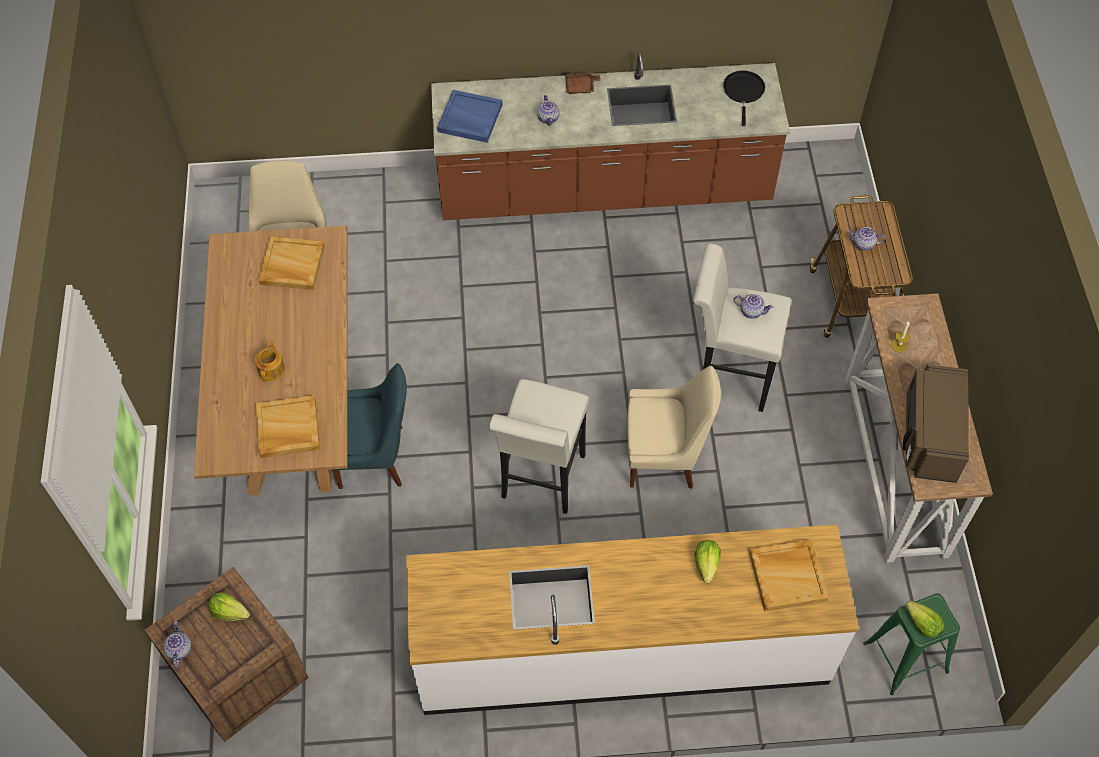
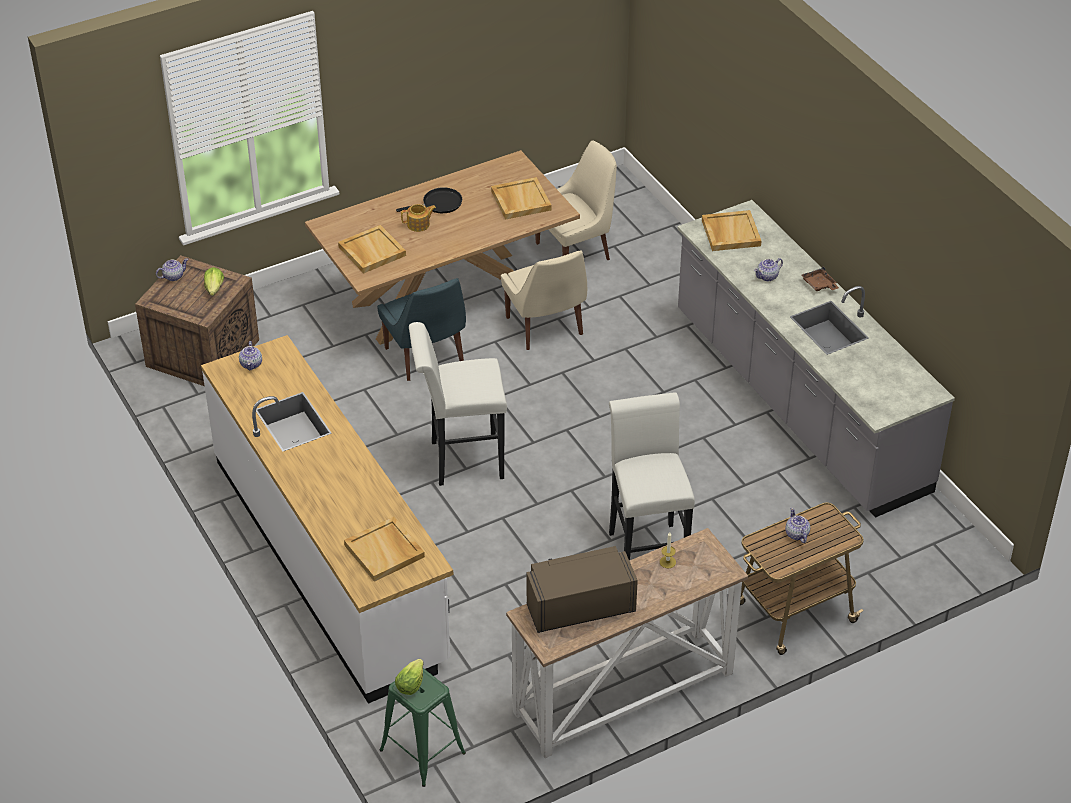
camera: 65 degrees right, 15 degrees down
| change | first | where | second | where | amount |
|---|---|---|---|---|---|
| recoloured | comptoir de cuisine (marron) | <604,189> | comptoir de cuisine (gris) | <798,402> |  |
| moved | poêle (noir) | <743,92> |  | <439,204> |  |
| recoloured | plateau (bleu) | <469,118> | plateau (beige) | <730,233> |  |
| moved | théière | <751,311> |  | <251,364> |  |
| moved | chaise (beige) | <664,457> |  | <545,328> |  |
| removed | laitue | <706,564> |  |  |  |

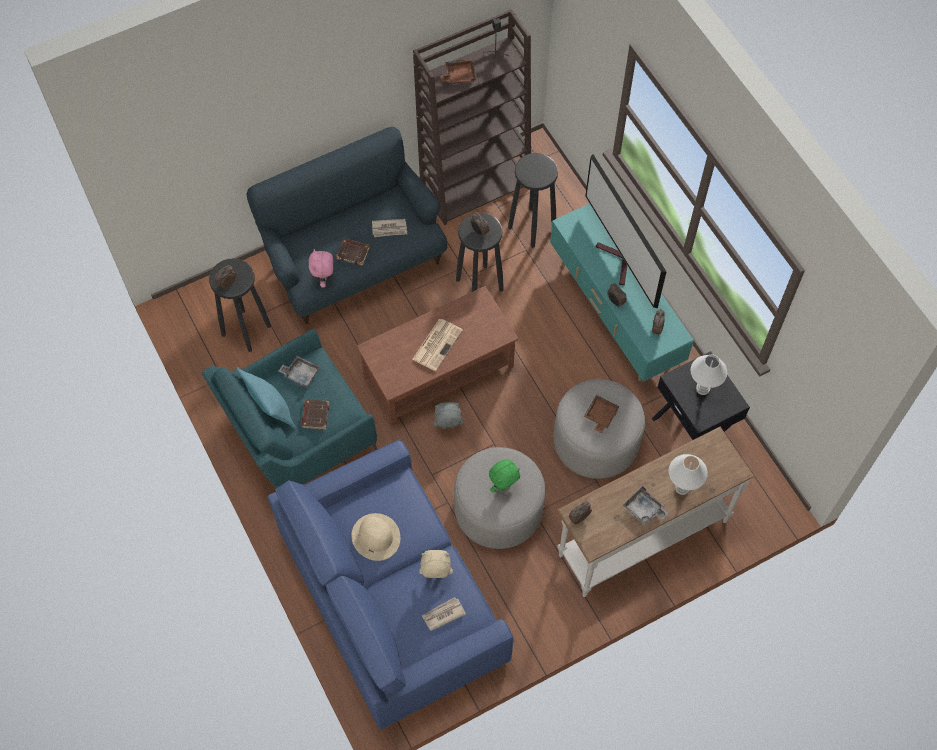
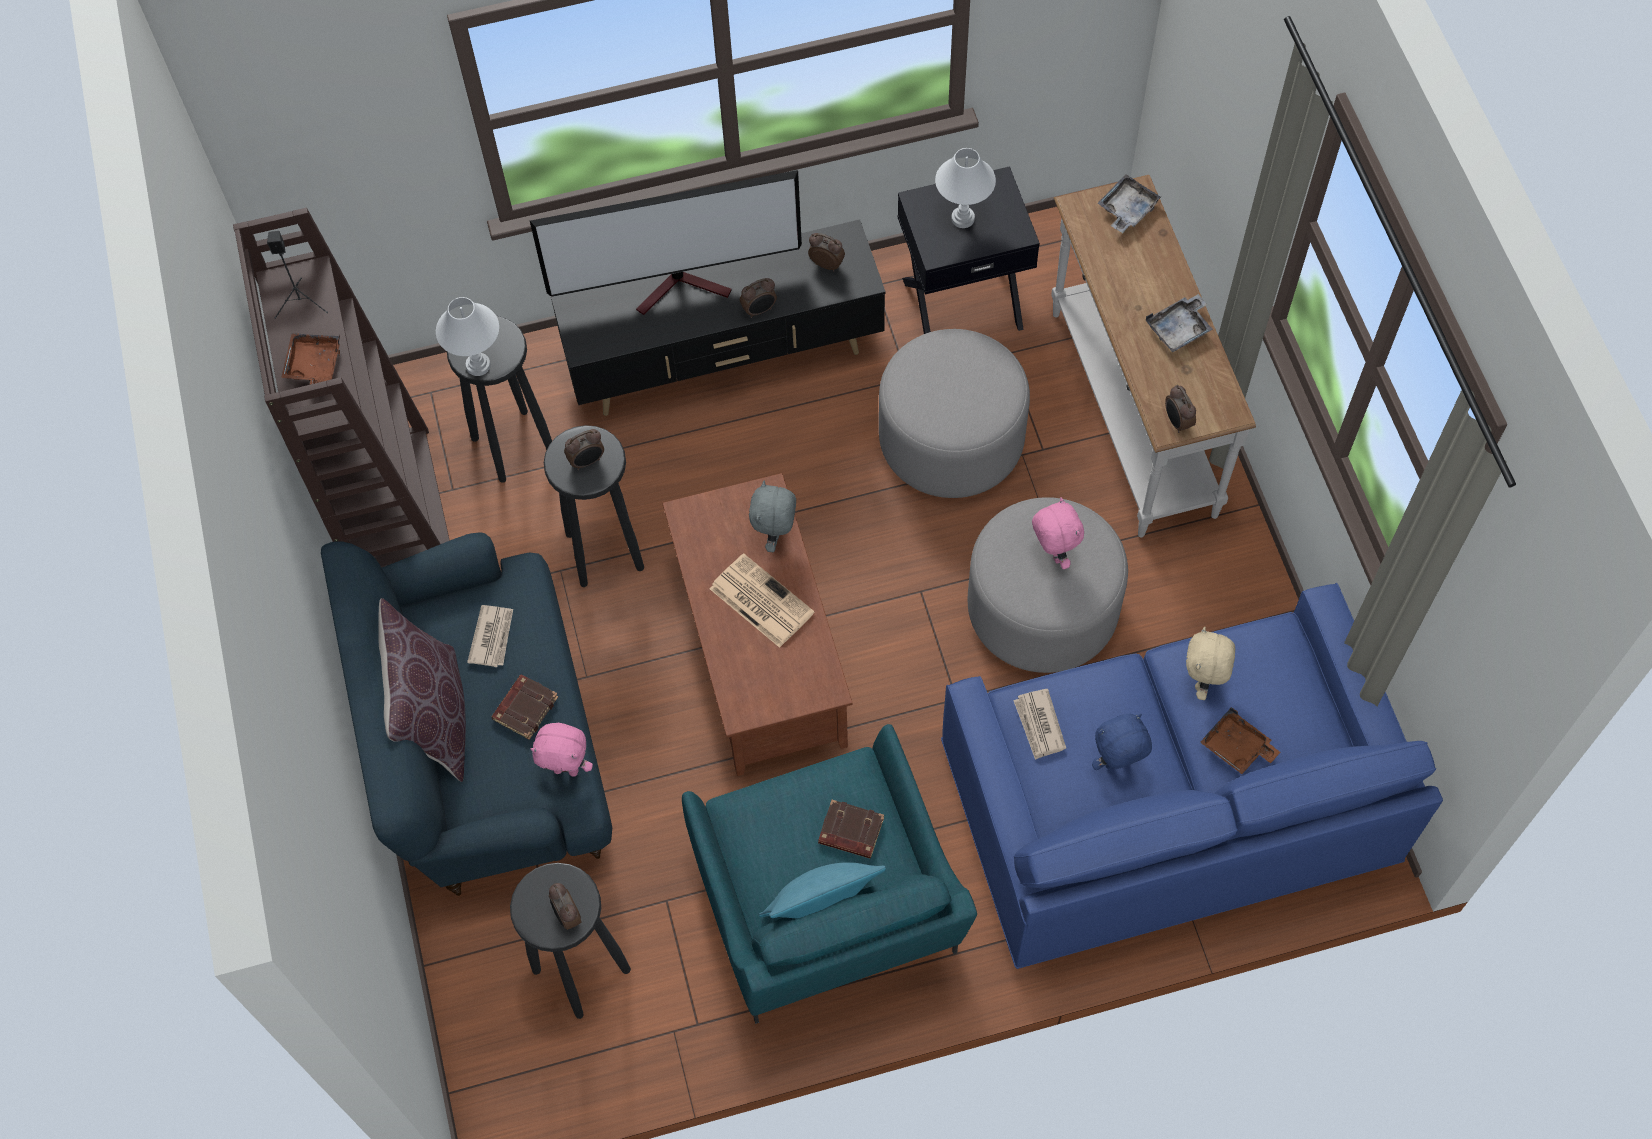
camera: 75 degrees left, 0 degrees up
| change | first | where | second | where | amount |
|---|---|---|---|---|---|
| recoloured | meuble télé (turquoise) | <614,315> | meuble télé (noir) | <726,361> |  |
| moved | plateau (gris) | <301,374> |  | <1127,209> |  |
| moved | plateau (marron) | <600,416> |  | <1236,747> |  |
| moved | peluche (gris) | <448,427> |  | <775,536> |  |
| moved | lampe de table (blanc) | <682,488> |  | <478,366> |  |
| recoloured | peluche (vert) | <503,486> | peluche (rose) | <1053,553> |  |
| replaced | chapeau (beige) | <375,536> | peluche (bleu) | <1117,764> |  |
| moved | journal | <443,614> |  | <1039,725> |  |
| added |  |  | coussin (marron) | <434,717> |  |

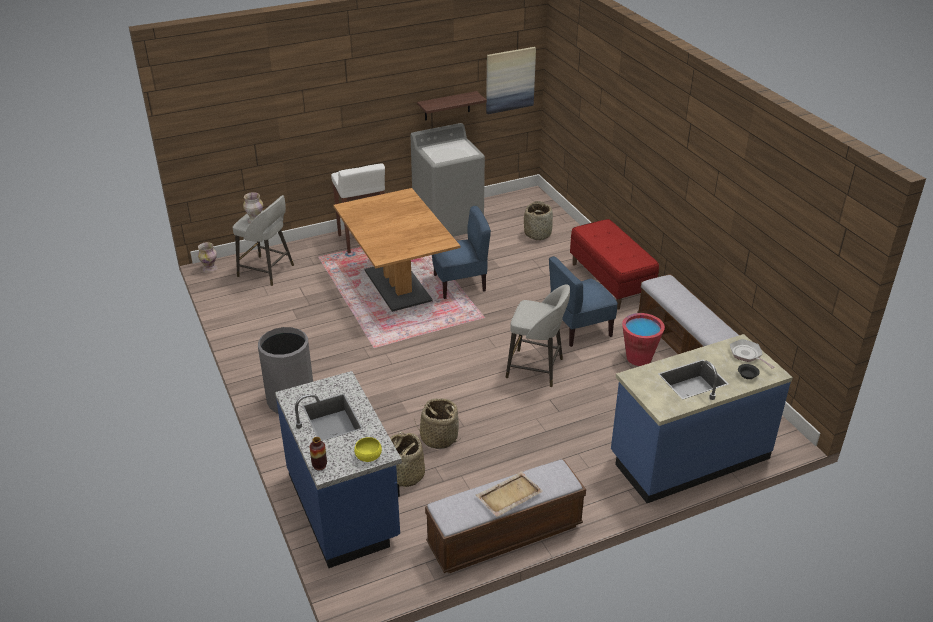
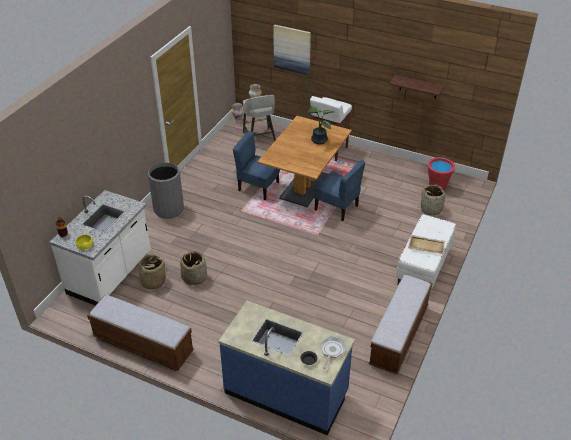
camera: 50 degrees right, 5 degrees up
| change | first | where | second | where | amount |
|---|---|---|---|---|---|
| moved | tableau | <510,80> |  | <292,49> |  |
| removed | lave-linge (gris) | <448,222> |  |  |  |
| recoloured | banc (rouge) | <611,281> | banc (blanc) | <423,267> |  |
| moved | chaise (bleu) | <579,330> |  | <258,187> |  |
| removed | tabouret (gris) | <536,369> |  |  |  |
| moved | seau (rouge) | <638,358> |  | <437,186> |  |
| recoloured | comptoir de cuisine (bleu) | <344,507> | comptoir de cuisine (blanc) | <111,274> |  |
| moved | plateau (beige) | <508,495> |  | <426,245> |  |
| added |  |  | plante en pot | <318,140> |  |

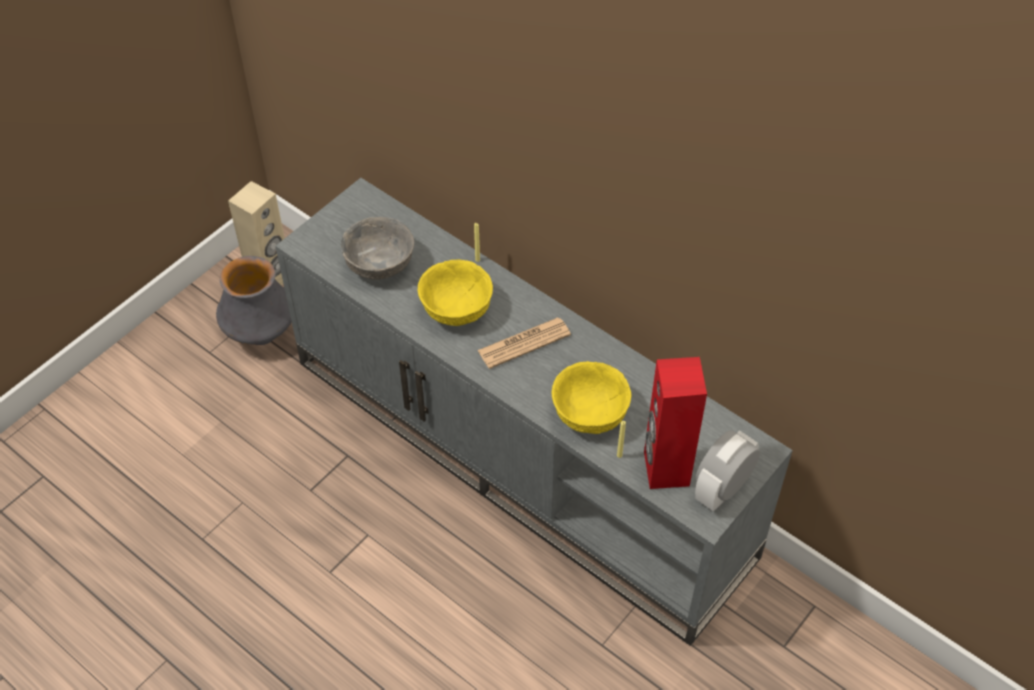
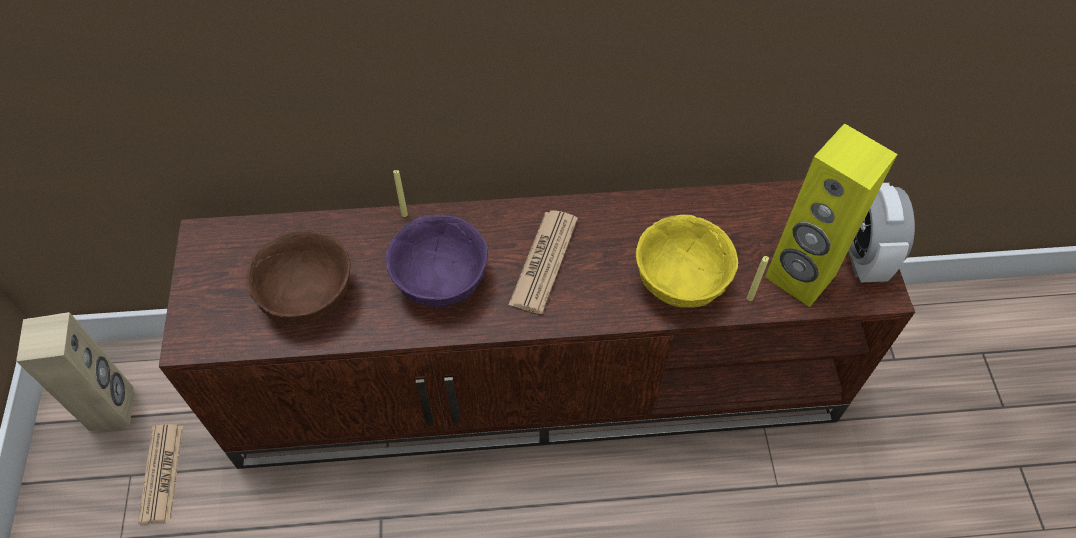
camera: 45 degrees left, 5 degrees up
| change | first | where | second | where | amount |
|---|---|---|---|---|---|
| recoloured | meuble télé (gris) | <523,456> | meuble télé (marron) | <539,378> |  |
| recoloured | bol (gris) | <379,266> | bol (marron) | <307,297> |  |
| replaced | vase | <261,334> | journal | <162,473> |  |
| recoloured | bol (jaune) | <456,309> | bol (violet) | <439,280> |  |
| recoloured | enceinte (rouge) | <665,469> | enceinte (jaune) | <799,277> |  |

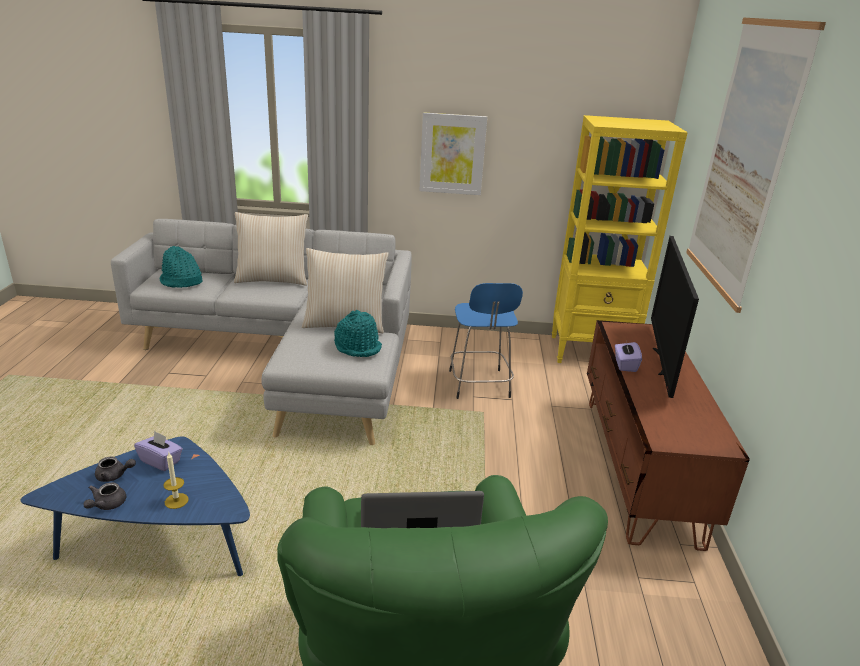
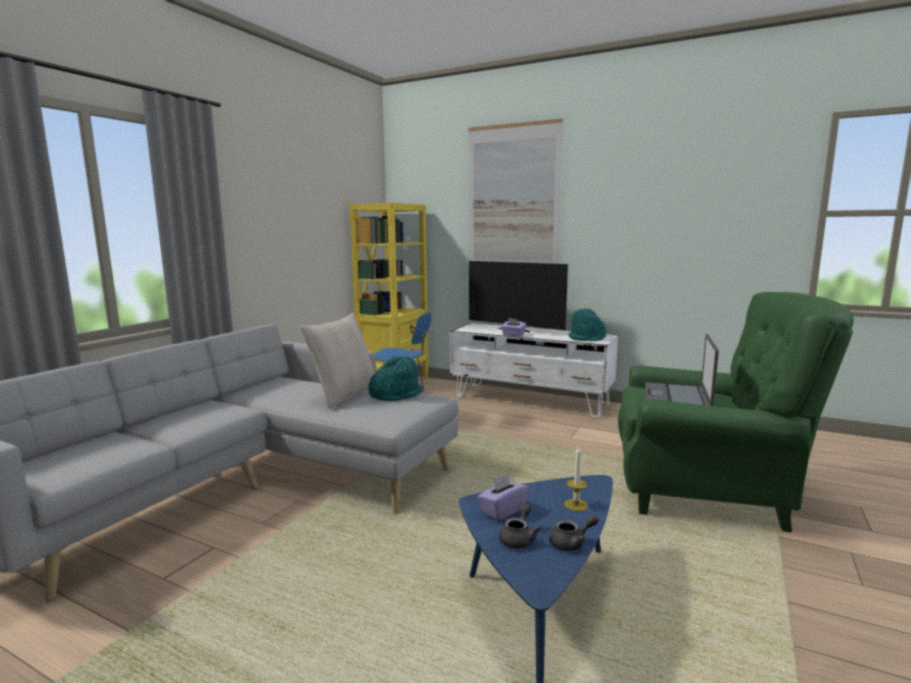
camera: 65 degrees left, 15 degrees down
| change | first | where | second | where | amount |
|---|---|---|---|---|---|
| removed | tableau | <452,154> |  |  |  |
| removed | coussin (beige) | <272,279> |  |  |  |
| moved | chapeau (turquoise) | <181,281> |  | <587,338> |  |
| recoloured | meuble télé (marron) | <638,466> | meuble télé (blanc) | <530,400> |  |
| turned | théière (gris) | <106,505> |  | <572,543> | 60 degrees counterclockwise |

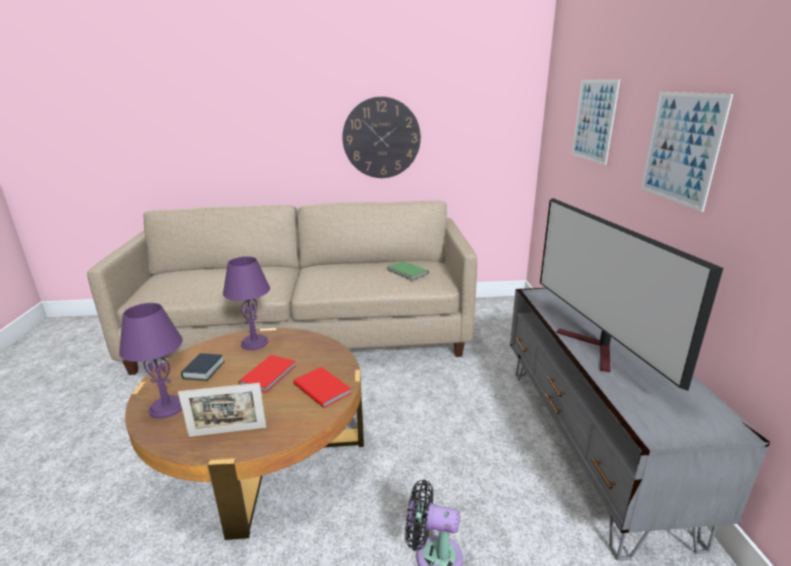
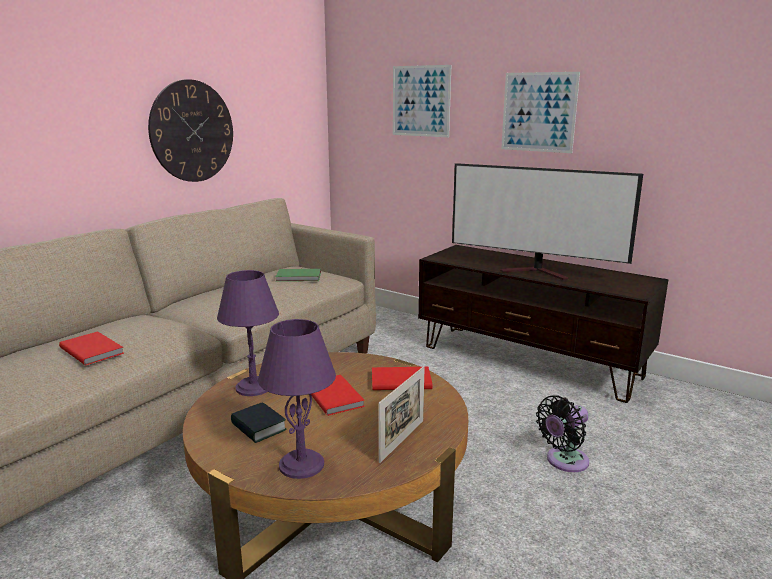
camera: 50 degrees left, 5 degrees down
| change | first | where | second | where | amount |
|---|---|---|---|---|---|
| recoloured | meuble télé (gris) | <588,444> | meuble télé (marron) | <529,361> |  |
| added |  |  | livre (rouge) | <93,350> |  |

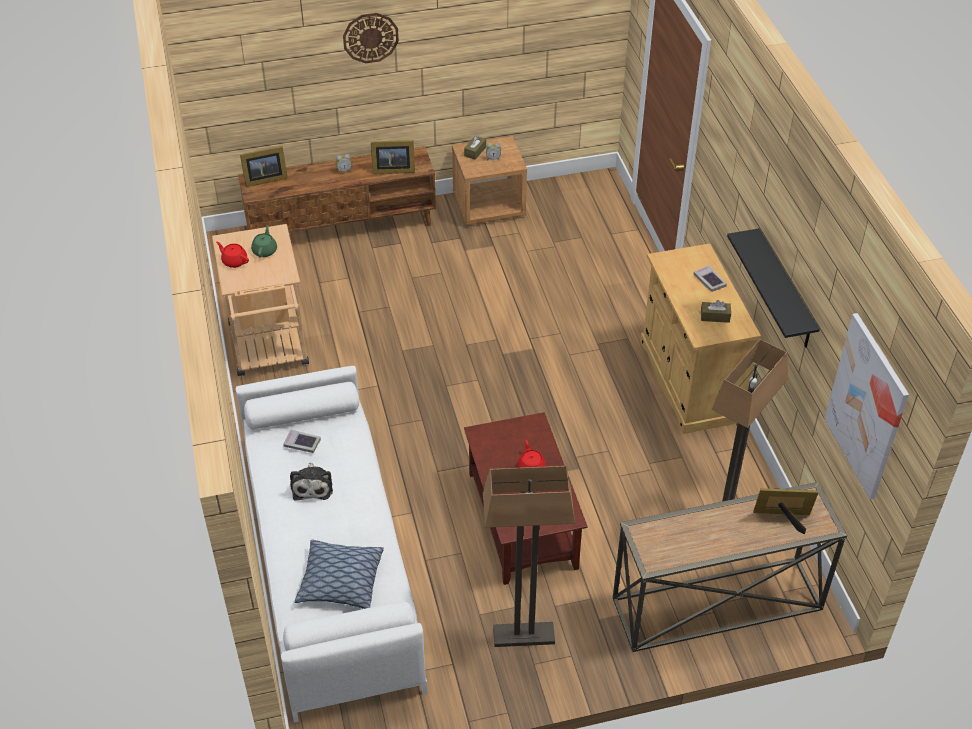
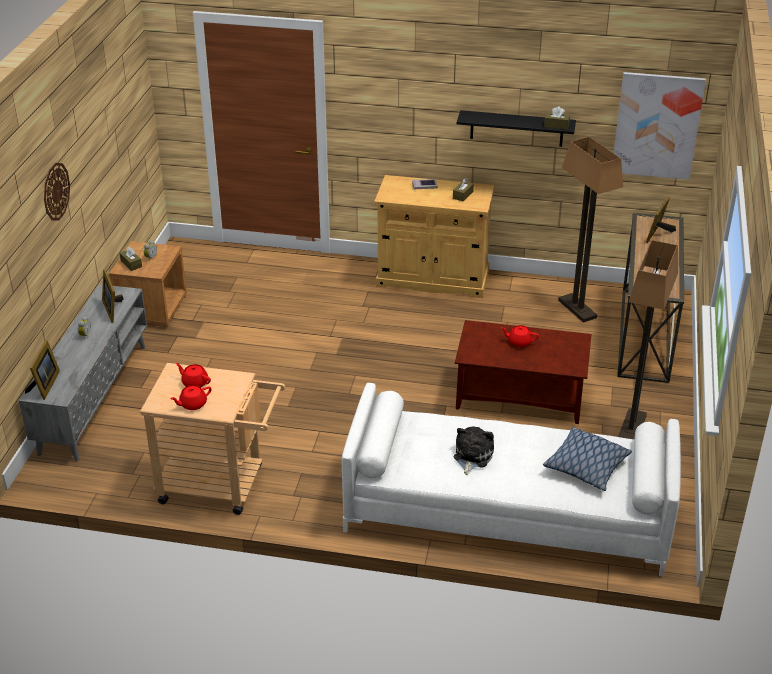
camera: 65 degrees left, 10 degrees down
| change | first | where | second | where | amount |
|---|---|---|---|---|---|
| turned | cadre photo | <392,169> |  | <113,309> | 135 degrees clockwise |
| recoloured | meuble télé (marron) | <342,226> | meuble télé (gris) | <94,397> |  |
| recoloured | théière (vert) | <265,250> | théière (rouge) | <194,383> |  |
| removed | livre | <302,443> |  |  |  |
| turned | peluche | <312,485> |  | <472,456> | 90 degrees counterclockwise |
| added |  |  | boîte à mouchoirs (marron) | <556,125> |  |

